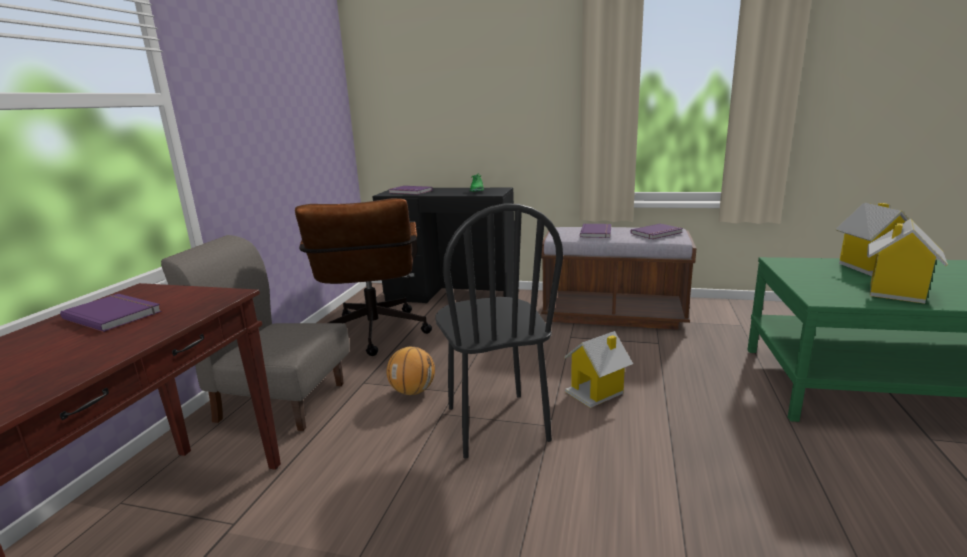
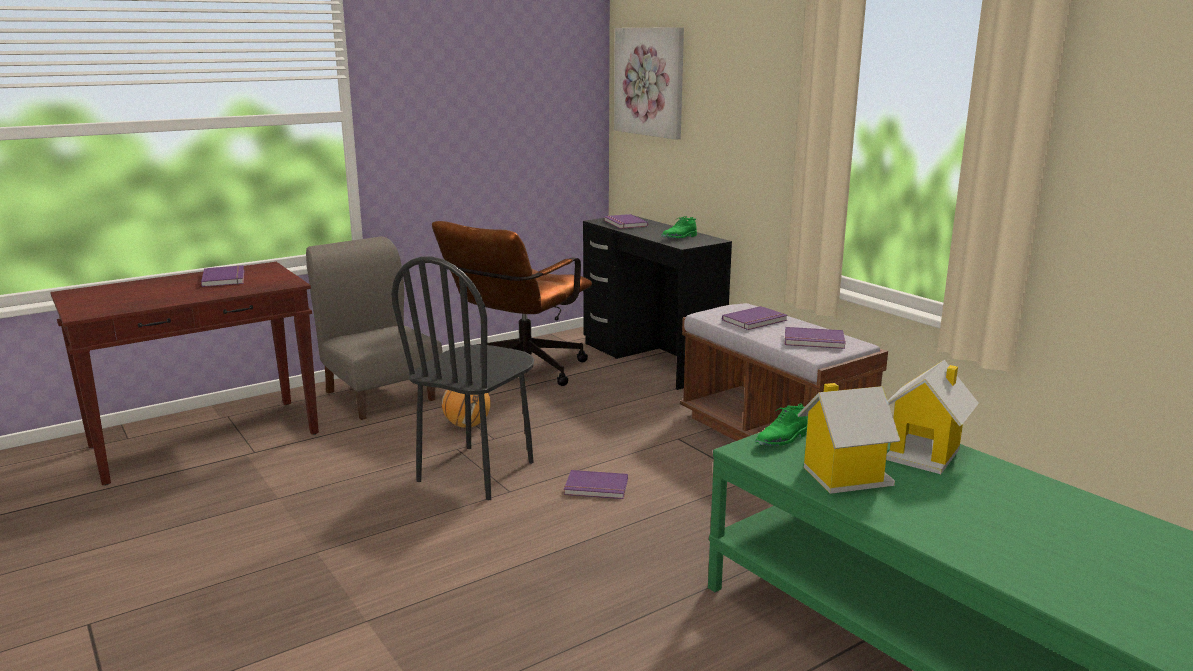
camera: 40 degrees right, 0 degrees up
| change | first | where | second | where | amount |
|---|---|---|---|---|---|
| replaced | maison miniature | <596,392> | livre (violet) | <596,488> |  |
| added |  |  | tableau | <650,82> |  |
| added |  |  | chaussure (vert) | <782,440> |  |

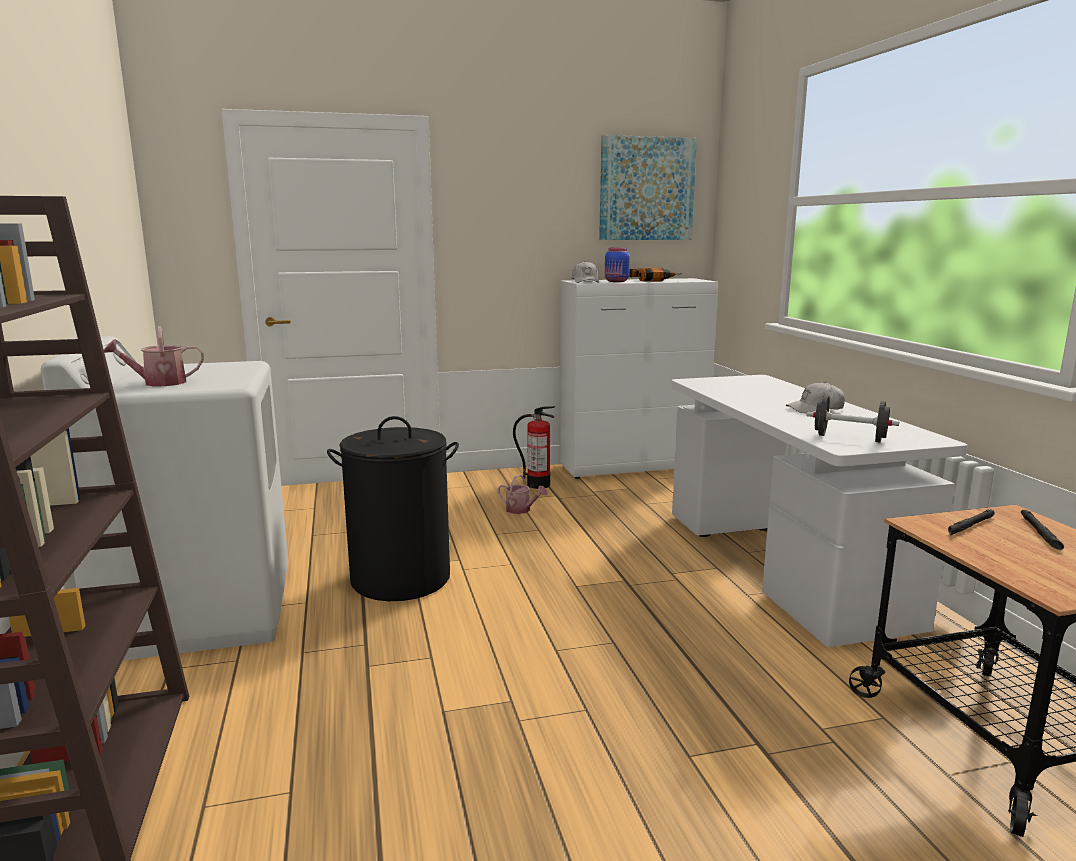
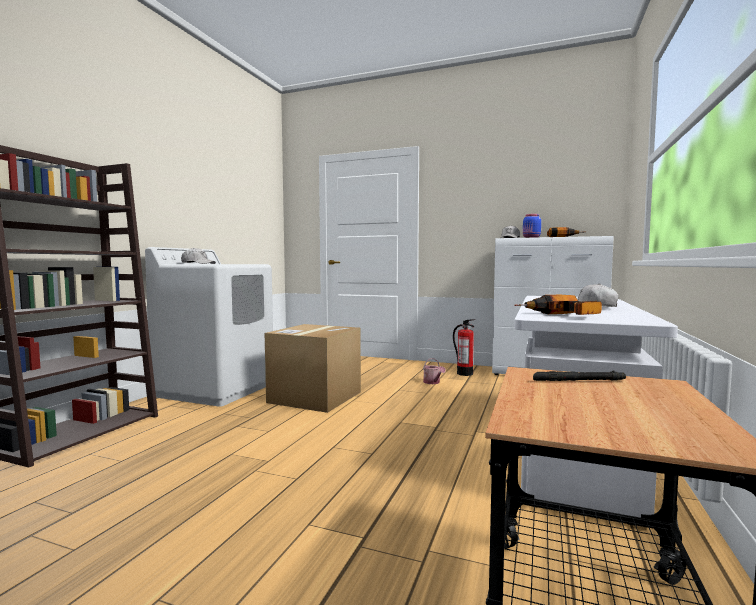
camera: 35 degrees right, 10 degrees down
| change | first | where | second | where | amount |
|---|---|---|---|---|---|
| removed | tableau | <646,189> |  |  |  |
| replaced | arrosoir | <159,383> | casquette (blanc) | <198,263> |  |
| replaced | haltère (noir) | <849,438> | perceuse | <561,315> |  |
| replaced | panier à linge (noir) | <400,579> | carton | <315,397> |  |
| removed | lampe de poche (noir) | <1040,532> |  |  |  |

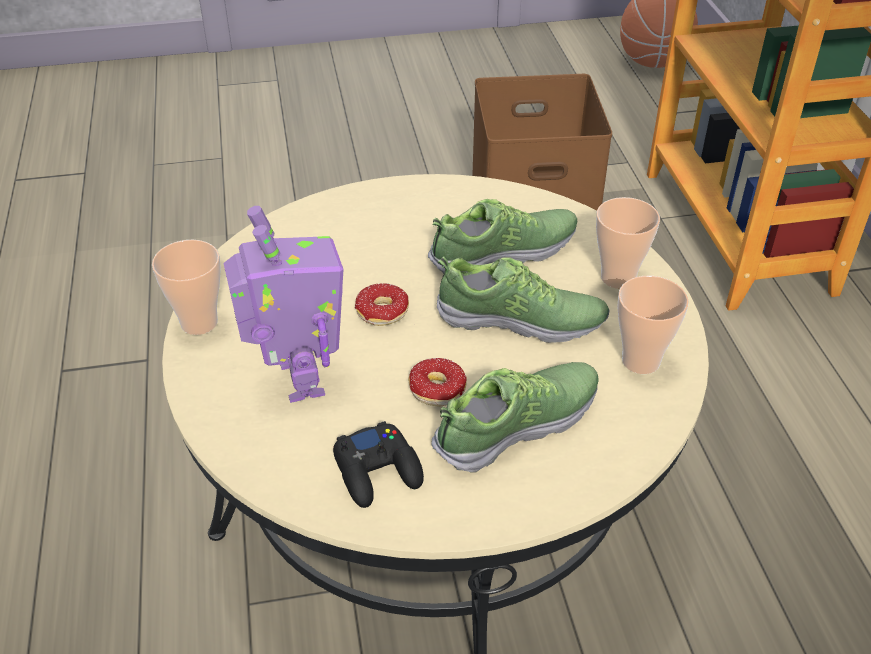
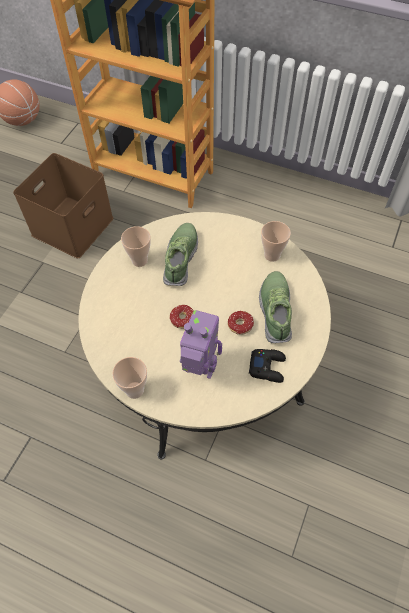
camera: 55 degrees left, 15 degrees up
| change | first | where | second | where | amount |
|---|---|---|---|---|---|
| moved | tasse | <618,278> |  | <139,260> |  |
| removed | chaussure | <520,320> |  |  |  |

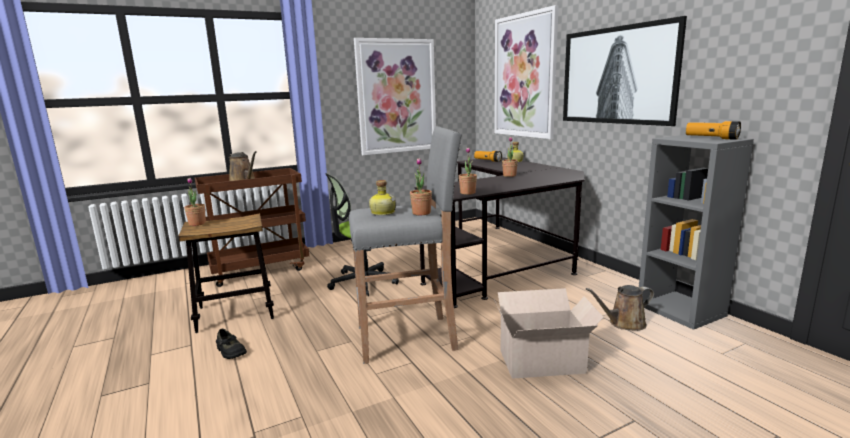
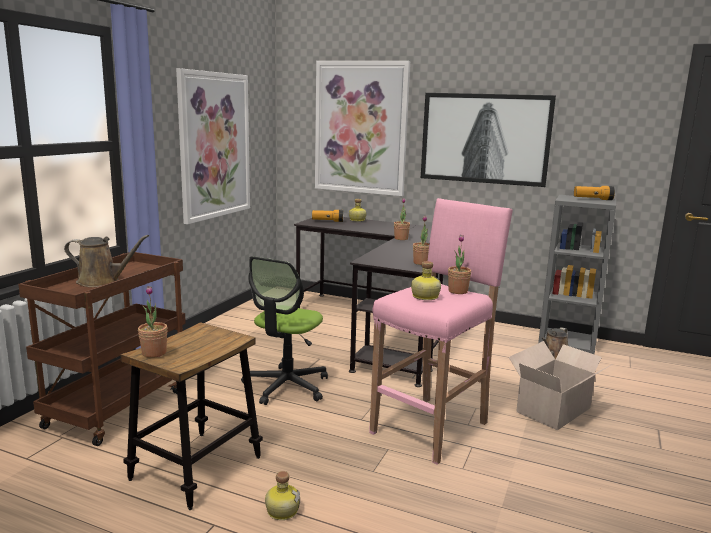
camera: 40 degrees left, 0 degrees up
| change | first | where | second | where | amount |
|---|---|---|---|---|---|
| recoloured | tabouret (gris) | <408,338> | tabouret (rose) | <432,427> |  |
| replaced | chaussure (noir) | <230,351> | bouteille | <282,510> |  |

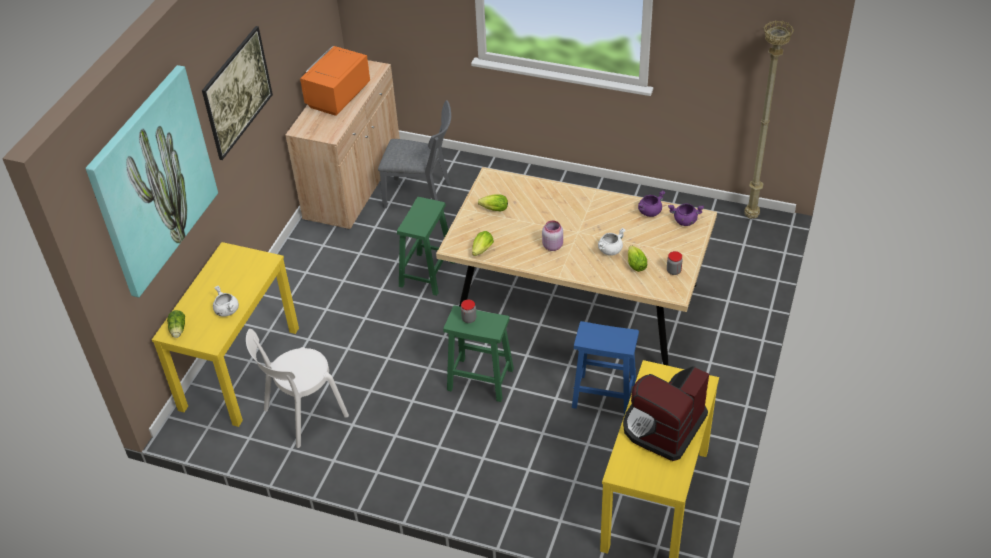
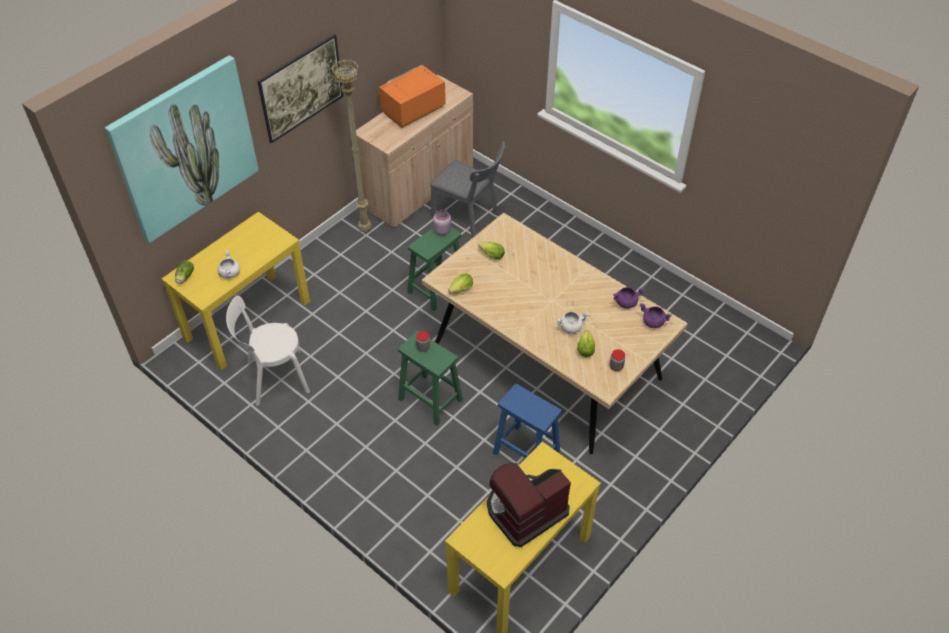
camera: 20 degrees right, 5 degrees up
| change | first | where | second | where | amount |
|---|---|---|---|---|---|
| moved | lampadaire (beige) | <751,217> |  | <364,230> |  |
| moved | bocal (rose) | <552,245> |  | <442,230> |  |

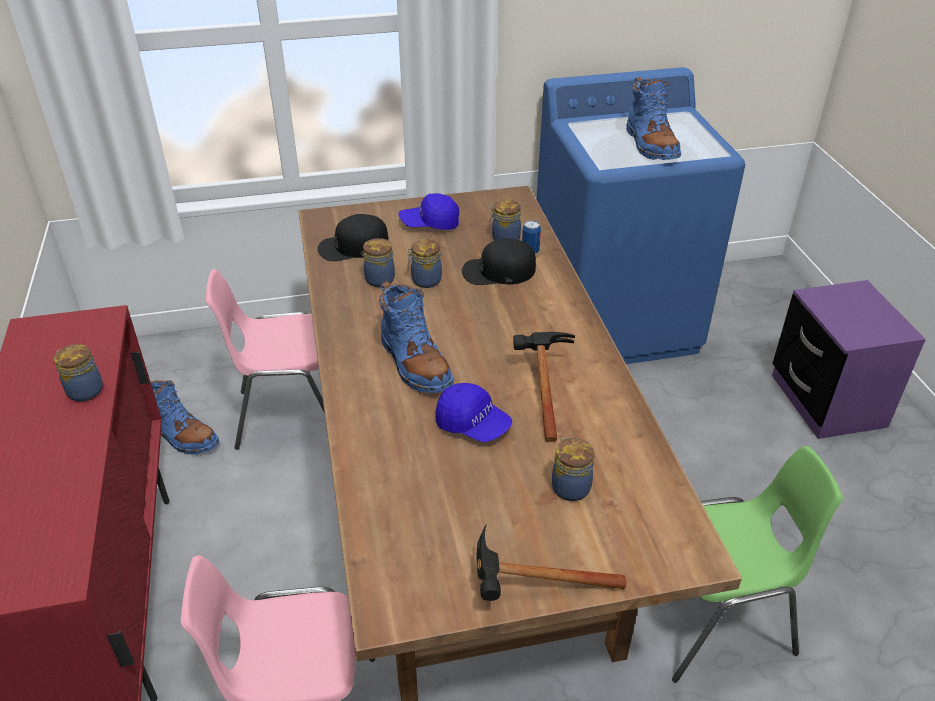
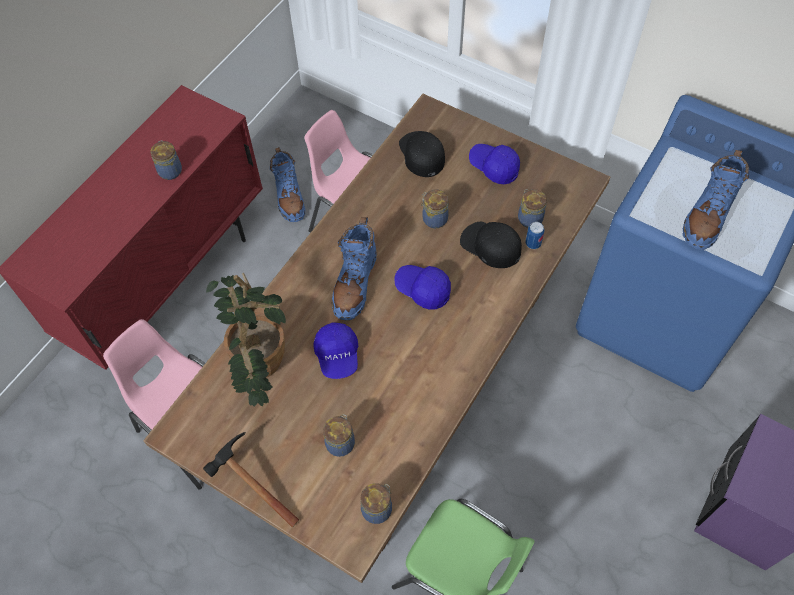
camera: 45 degrees right, 20 degrees up
| change | first | where | second | where | amount |
|---|---|---|---|---|---|
| turned | casquette (noir) | <353,246> |  | <421,154> | 45 degrees clockwise |
| moved | bocal | <380,279> |  | <377,508> |  |
| removed | marteau | <541,388> |  |  |  |
| added |  |  | casquette (bleu) | <423,290> |  |
| added |  |  | plante en pot | <259,370> |  |

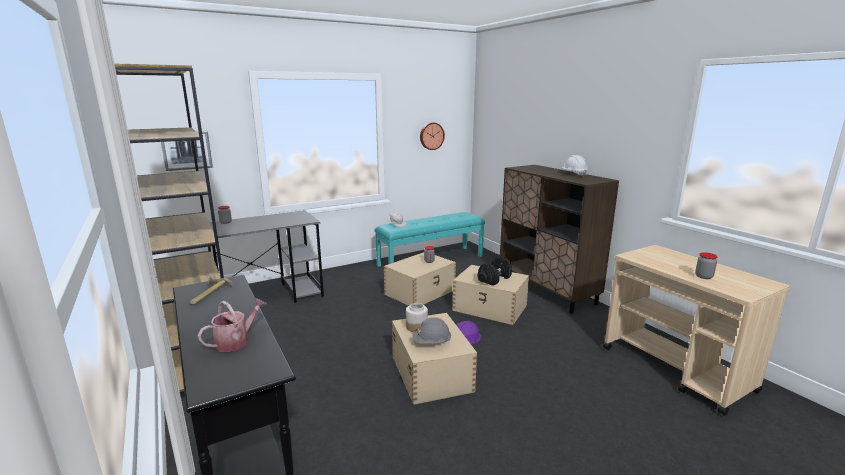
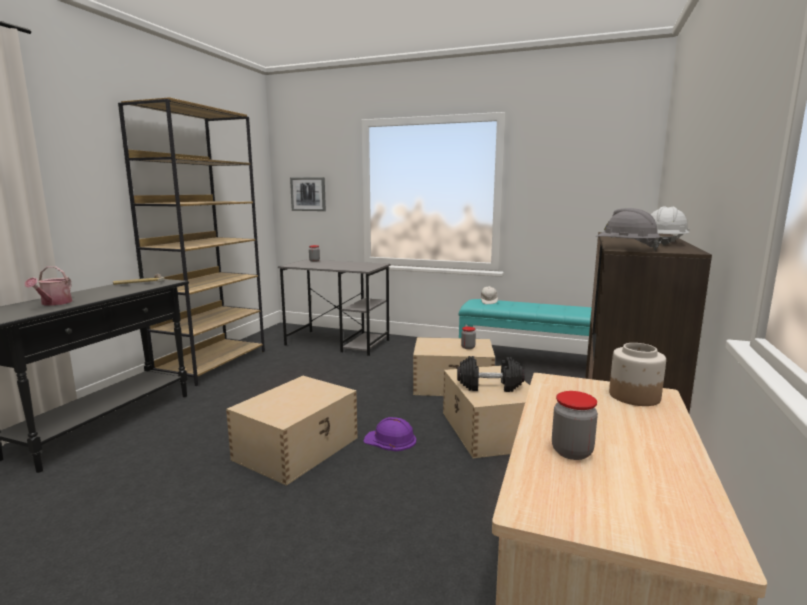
camera: 50 degrees right, 5 degrees down
| change | first | where | second | where | amount |
|---|---|---|---|---|---|
| removed | horloge murale | <431,136> |  |  |  |
| turned | arrosoir | <236,341> |  | <54,303> | 90 degrees clockwise |
| moved | bocal | <416,327> |  | <633,396> |  |
| moved | casque de chantier (gris) | <431,343> |  | <625,248> |  |

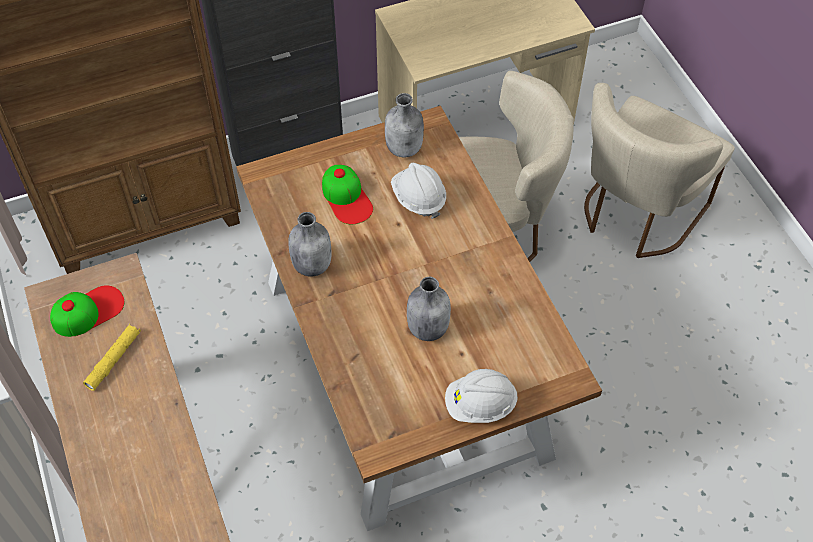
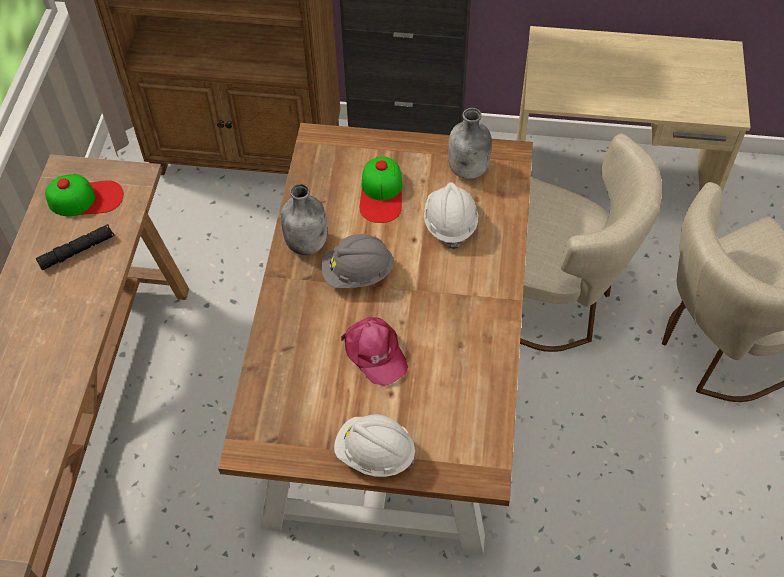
camera: 30 degrees right, 0 degrees up
| change | first | where | second | where | amount |
|---|---|---|---|---|---|
| replaced | bouteille (gris) | <427,328> | casquette (rose) | <374,353> |  |
| recoloured | lampe de poche (jaune) | <114,360> | lampe de poche (noir) | <77,251> |  |
| added |  |  | casque de chantier (gris) | <357,274> |  |

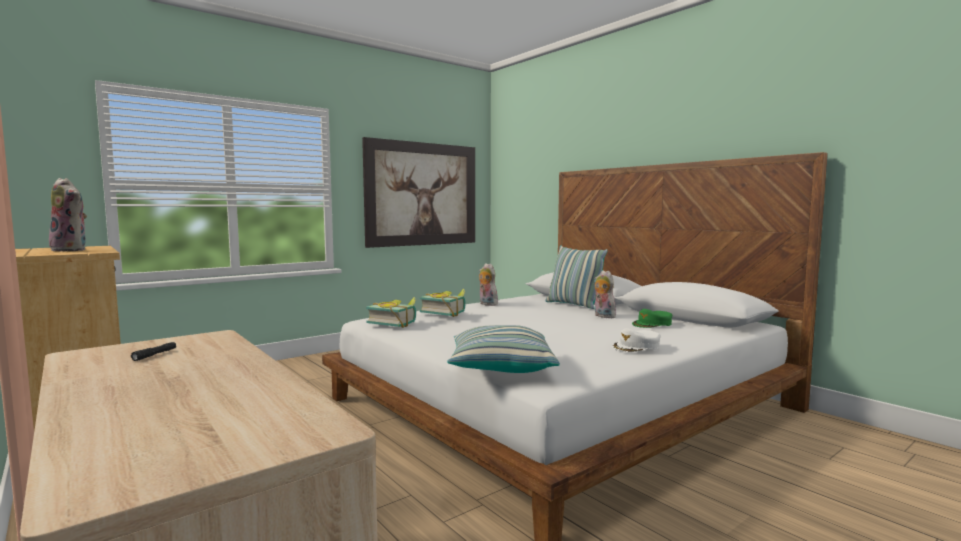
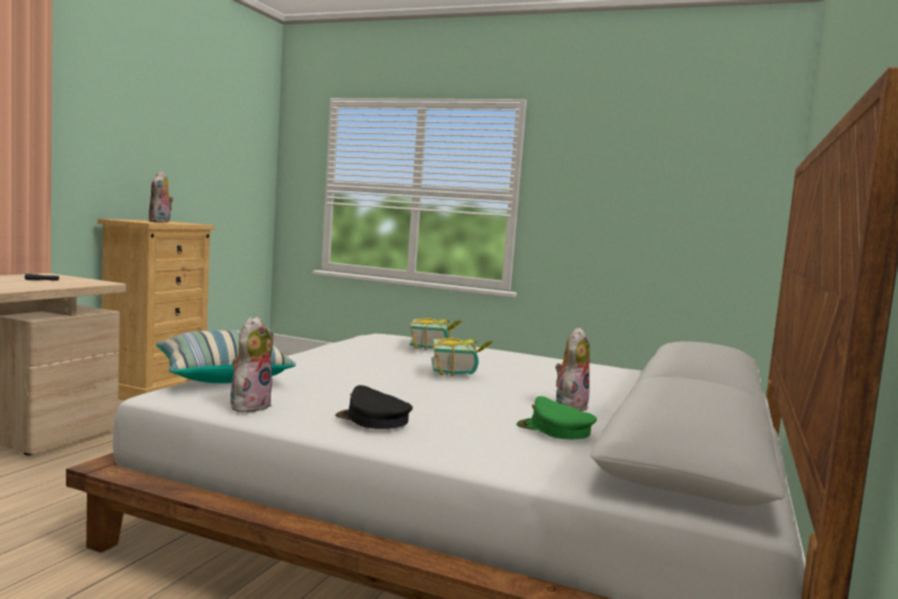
camera: 60 degrees right, 0 degrees up
| change | first | where | second | where | amount |
|---|---|---|---|---|---|
| removed | tableau | <422,194> |  |  |  |
| removed | coussin | <573,305> |  |  |  |
| moved | peluche | <486,304> |  | <249,406> |  |
| moved | livre | <394,323> |  | <459,371> |  |
| recoloured | casquette (blanc) | <636,347> | casquette (noir) | <373,420> |  |

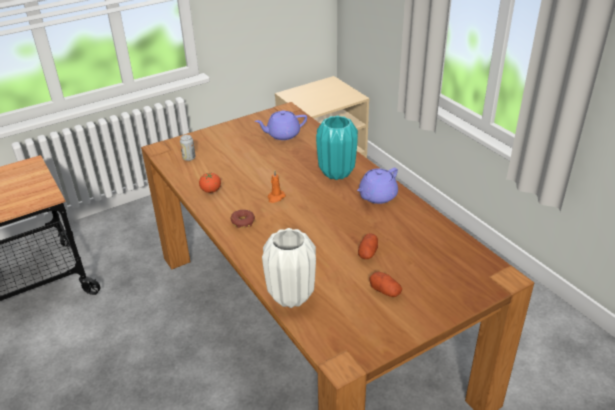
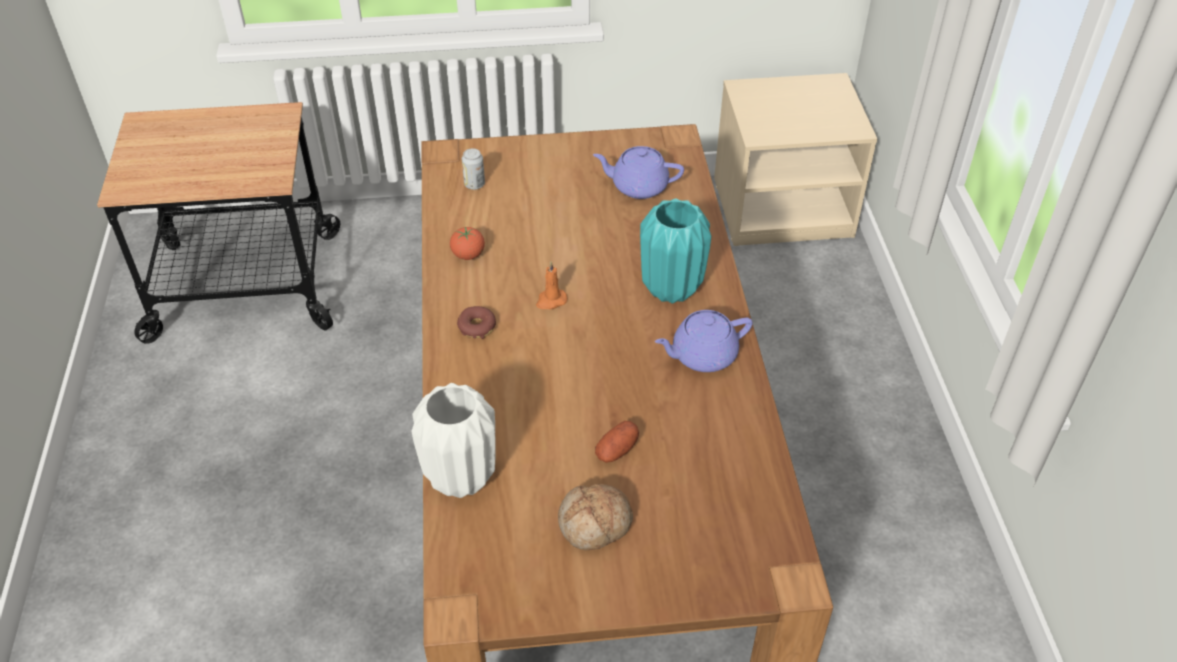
camera: 25 degrees right, 10 degrees up
| change | first | where | second | where | amount |
|---|---|---|---|---|---|
| replaced | pomme de terre | <385,291> | pain | <595,524> |  |

